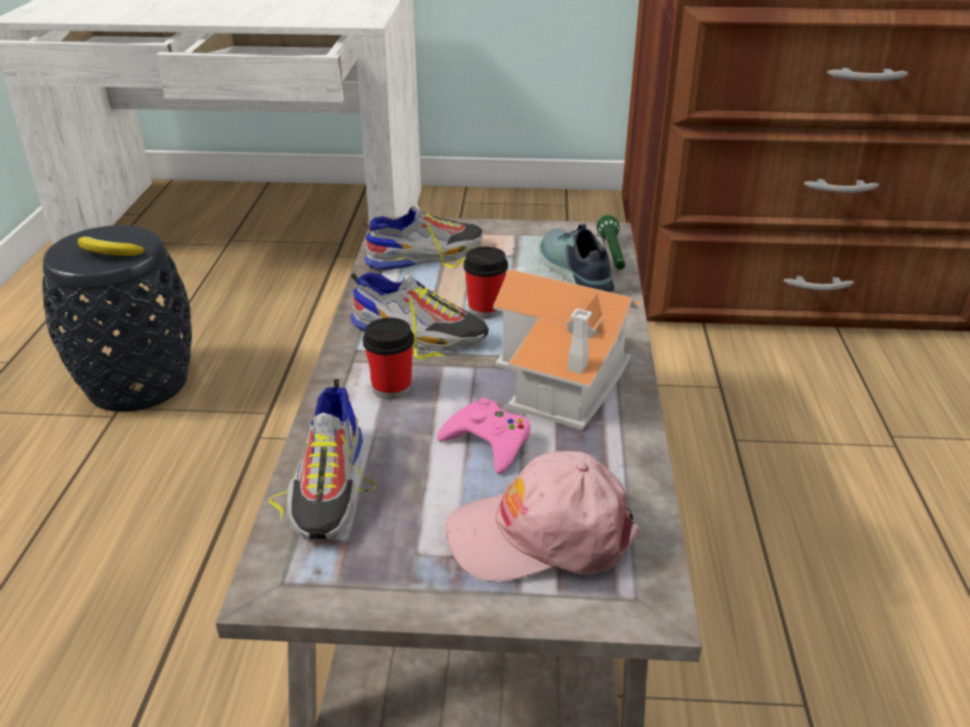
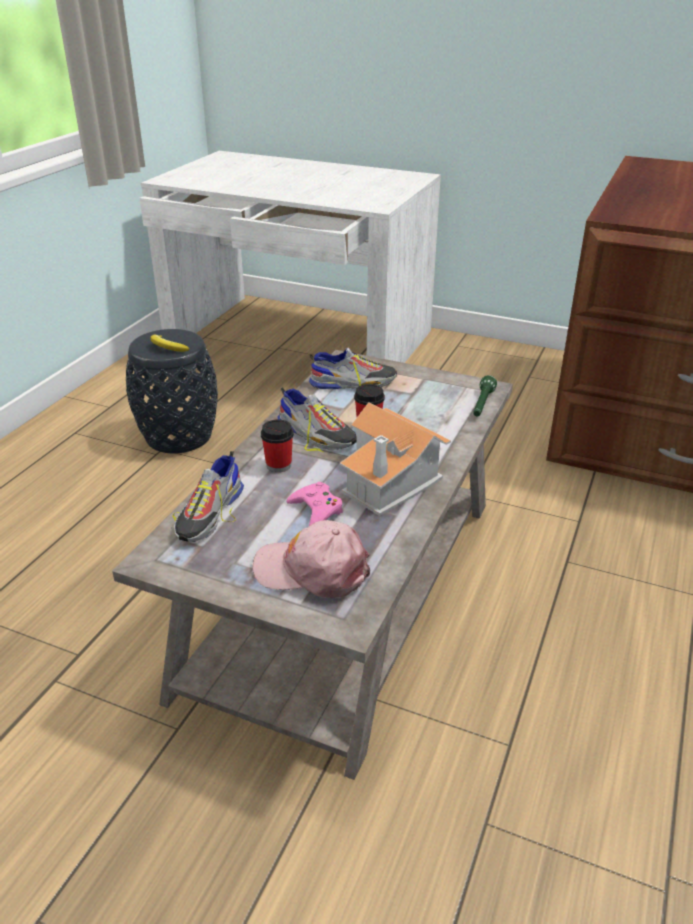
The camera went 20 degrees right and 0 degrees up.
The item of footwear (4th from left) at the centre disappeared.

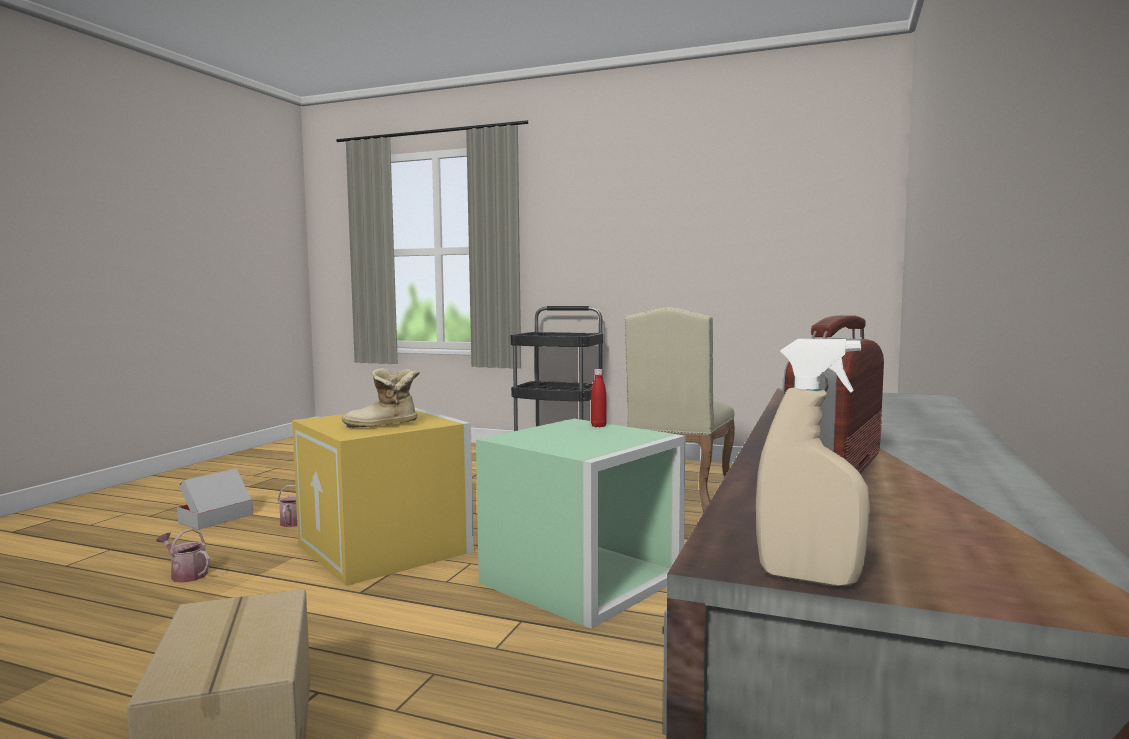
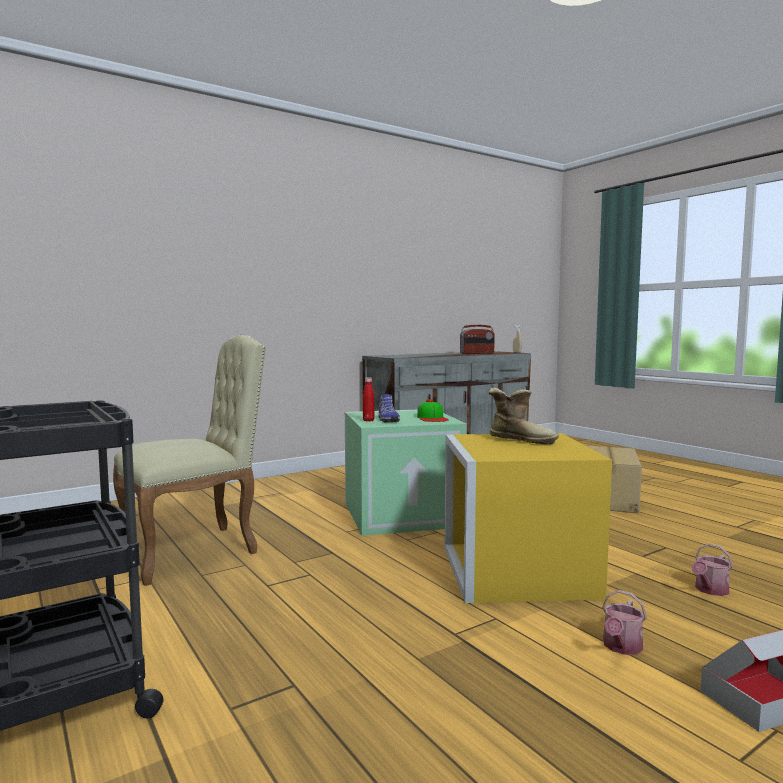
The camera went 145 degrees left and 0 degrees up.
The watering can (1st from left in the first image) at the bottom left turned 75 degrees clockwise.
The item of footwear at the centre appeared.
The cap at the centre appeared.

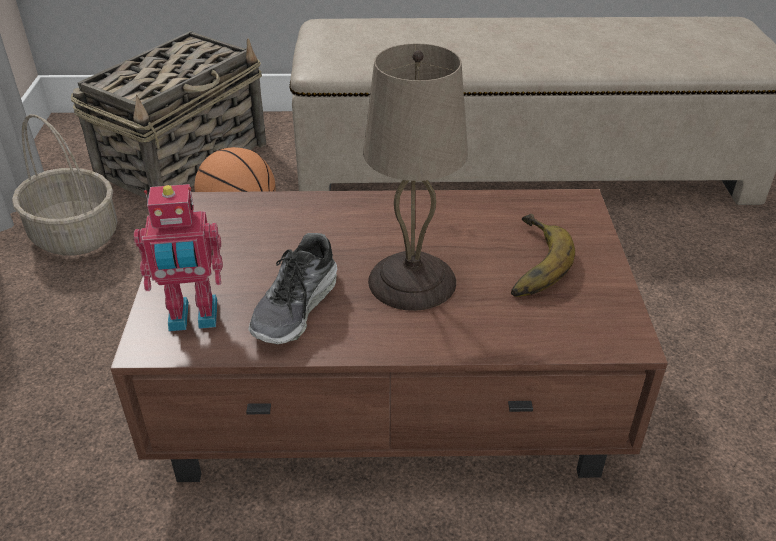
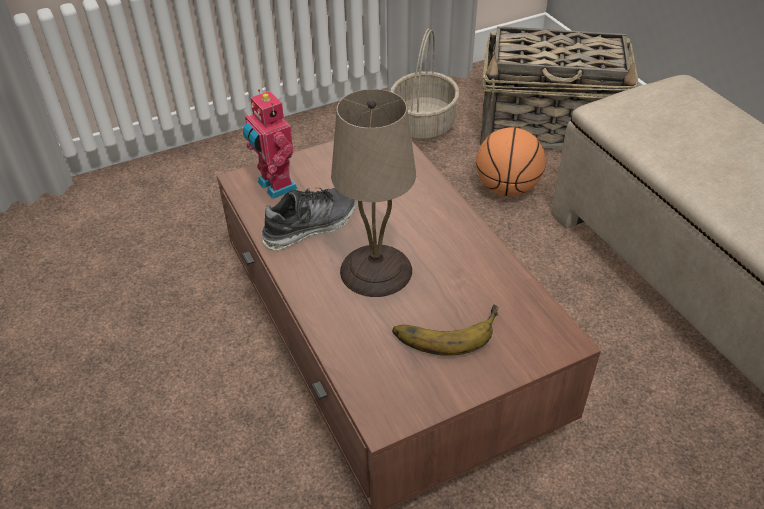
The camera went 65 degrees right and 5 degrees up.
The item of footwear at the centre turned 150 degrees clockwise.

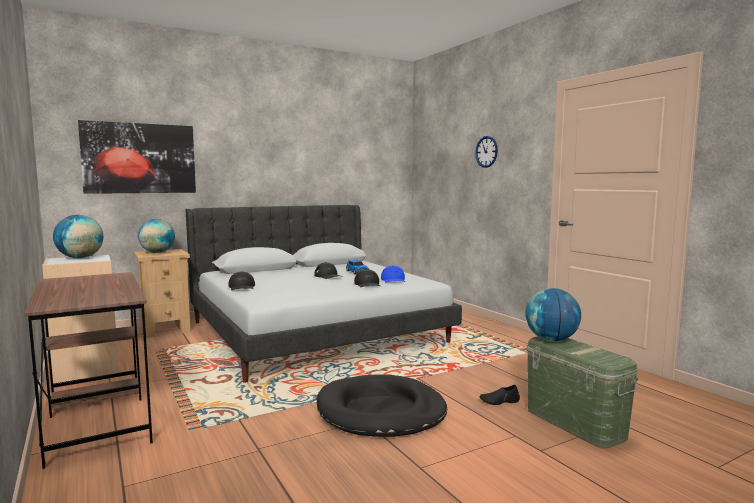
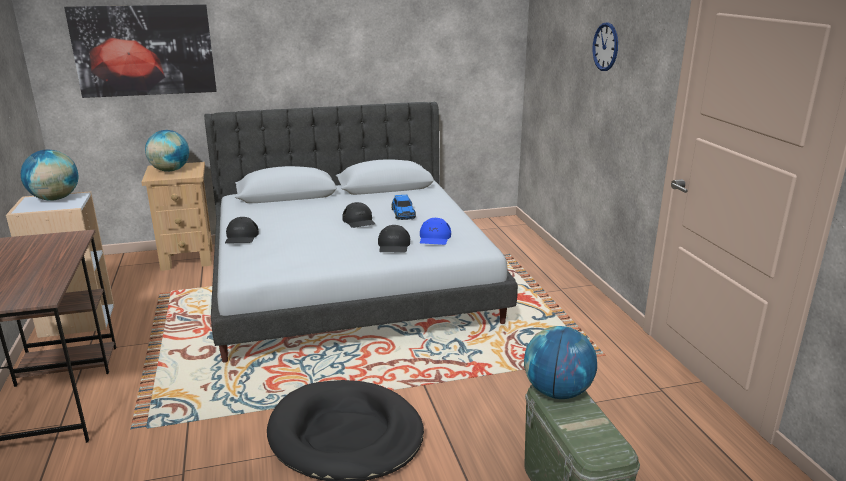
The camera went 15 degrees right and 15 degrees up.
The black-coloured item of footwear at the bottom centre disappeared.

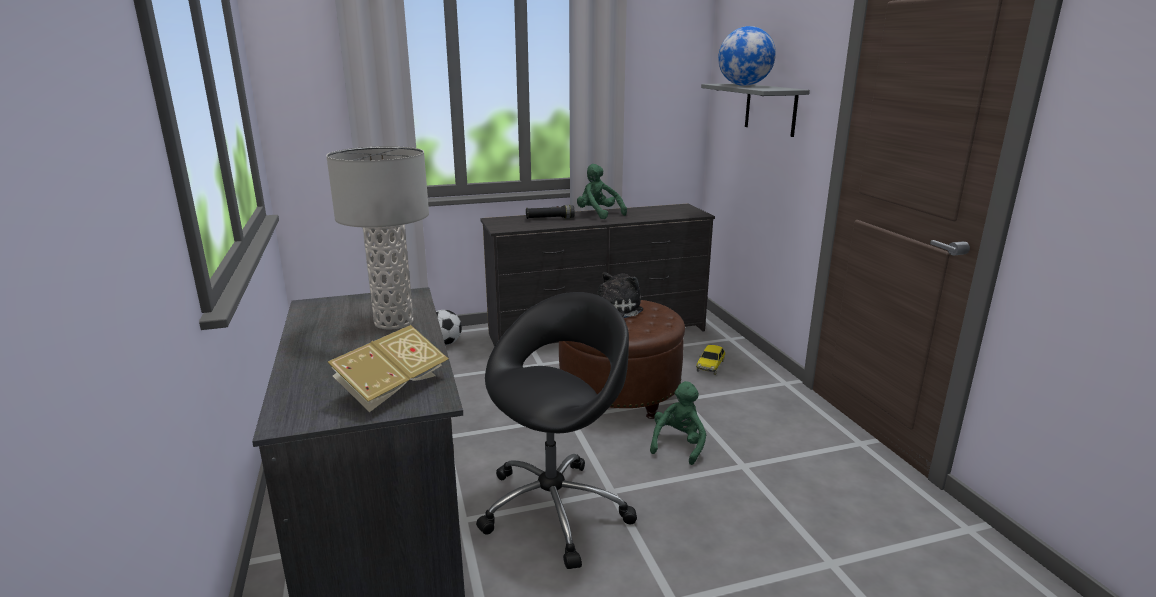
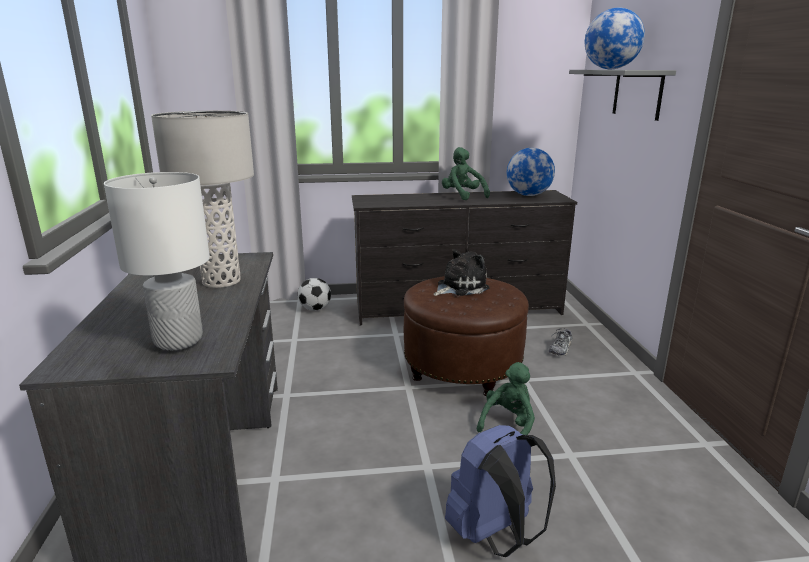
The camera went 10 degrees right and 0 degrees up.
The black-coloured torch at the centre disappeared.
The black-coloured desk chair at the bottom centre disappeared.
The volume at the centre was replaced by the white-coloured tabletop lamp (1st from left) at the middle left.
The toy car at the centre was replaced by the item of footwear at the middle right.
The globe (1st from left) at the top centre appeared.
The blue rucksack at the bottom centre appeared.

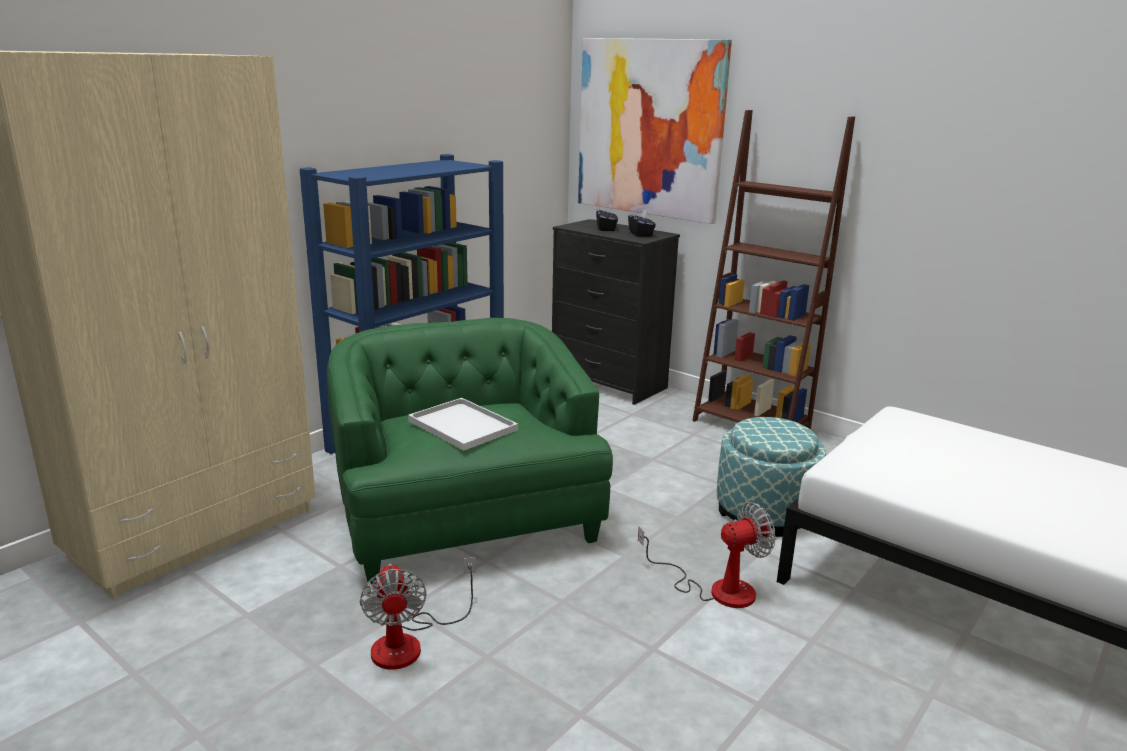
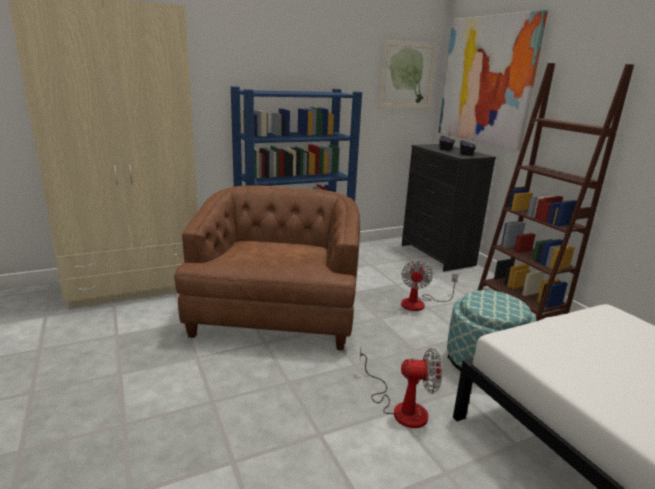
The camera went 25 degrees right and 0 degrees up.
The greenish armchair at the centre became the brown-coloured armchair at the centre.
The white-coloured tray at the centre disappeared.
The fan (1st from left in the first image) moved from the bottom centre to the centre.
The wall picture (1st from left) at the top centre appeared.

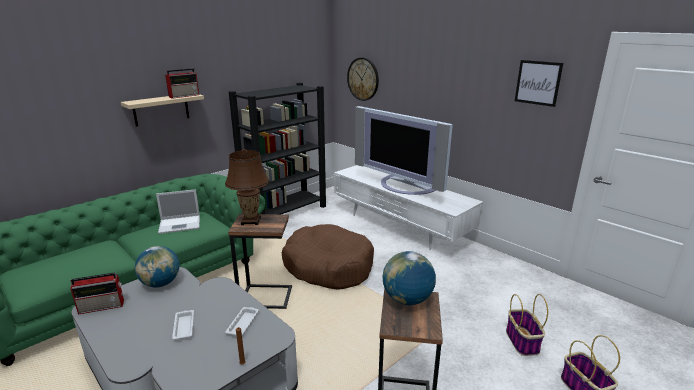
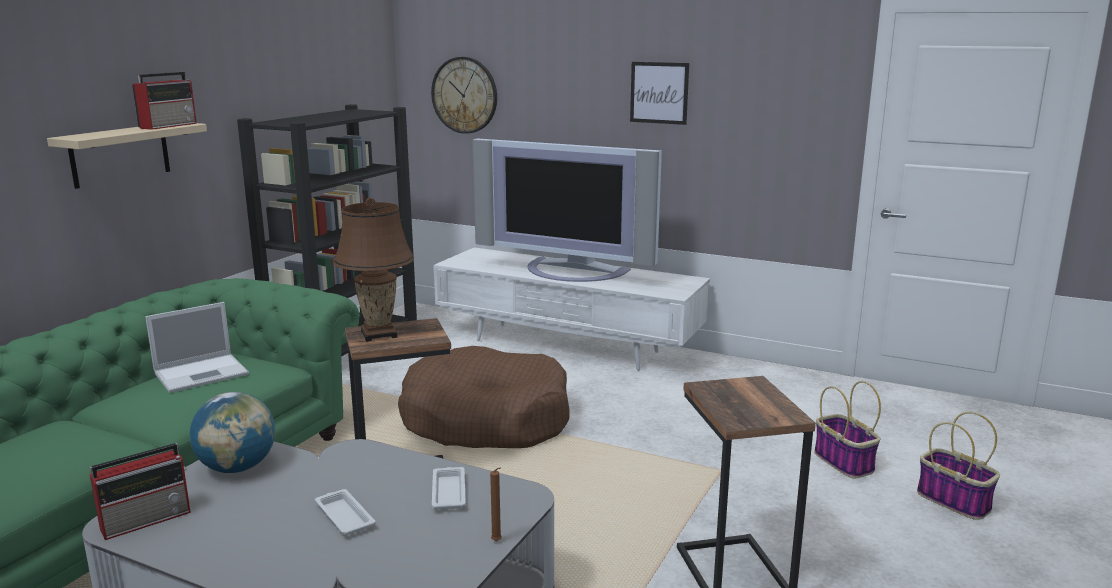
The camera went 20 degrees left and 5 degrees down.
The wall picture moved from the top right to the top centre.
The globe (2nd from left) at the bottom centre disappeared.

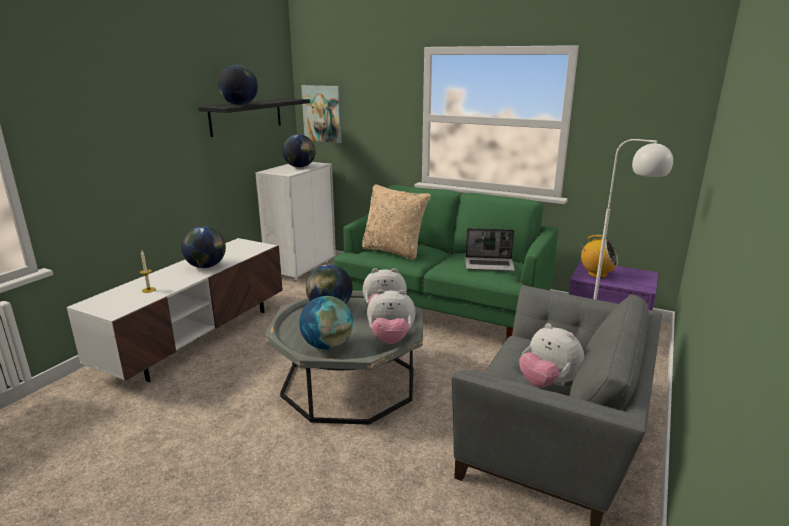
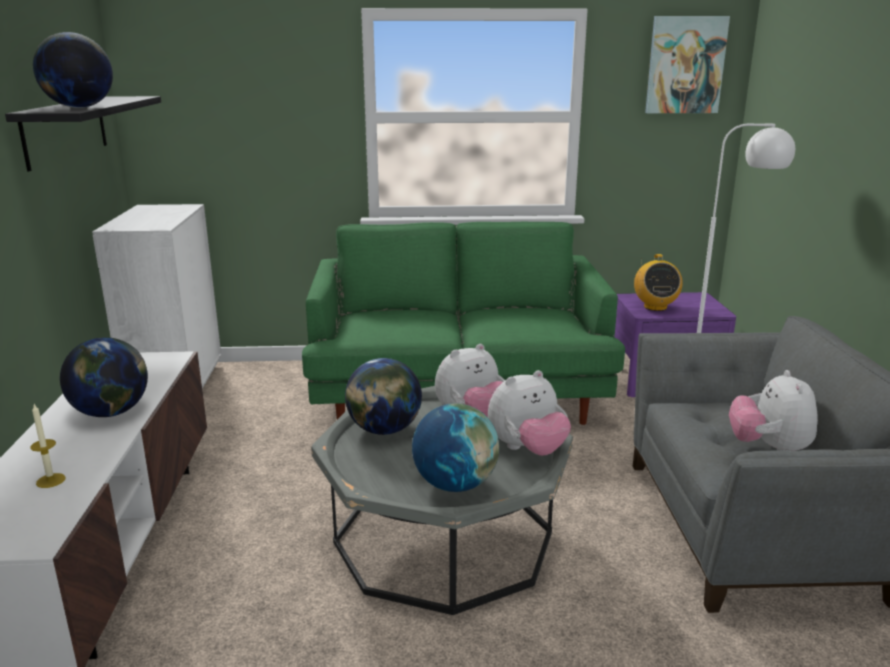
The camera went 30 degrees left and 0 degrees up.
The wall picture moved from the top centre to the top right.
The globe (3rd from left) at the top centre disappeared.
The beige throw pillow at the centre disappeared.
The portable computer at the centre disappeared.
The radio at the middle right turned 90 degrees clockwise.
The soft toy (3rd from left) at the bottom right turned 75 degrees clockwise.

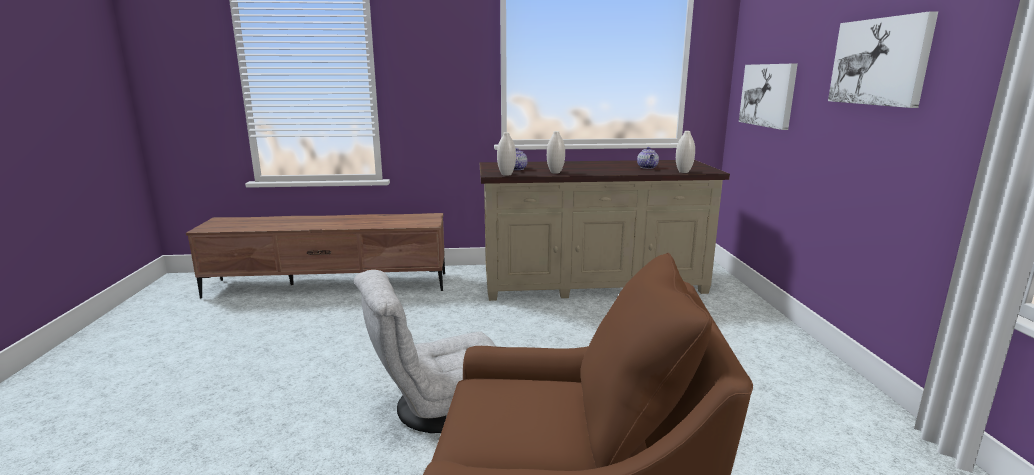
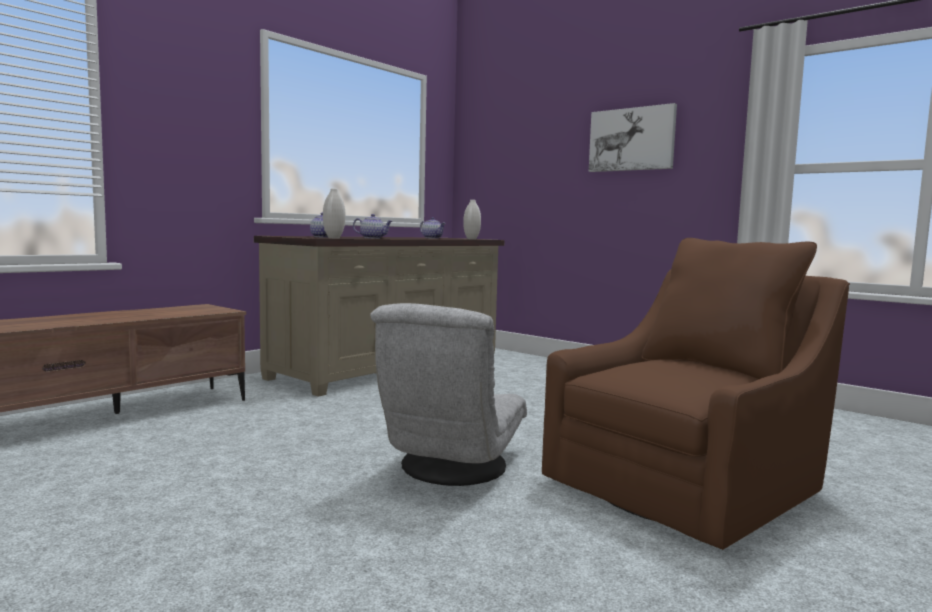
The camera went 45 degrees left and 10 degrees down.
The wall picture (1st from left) at the top right disappeared.
The white-coloured decorative vase (2nd from left) at the top centre was replaced by the pot for tea (2nd from left) at the centre.

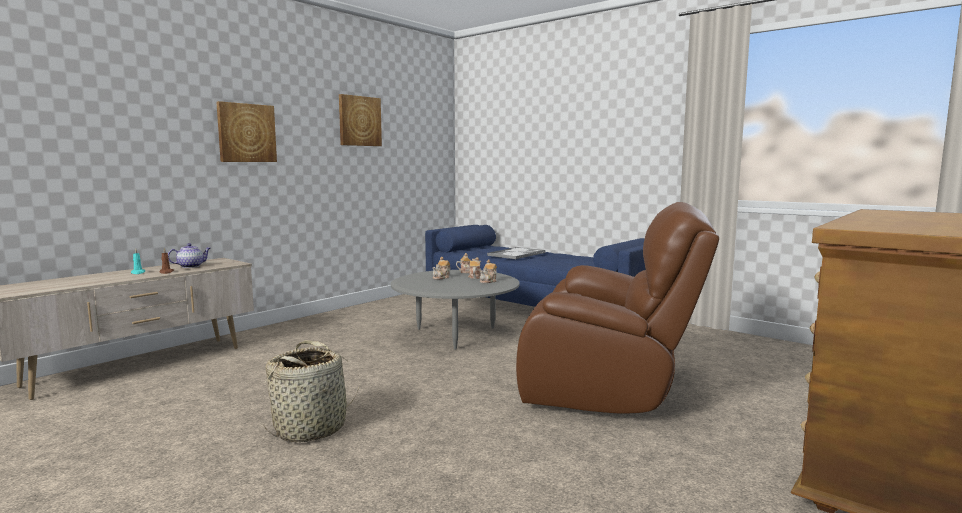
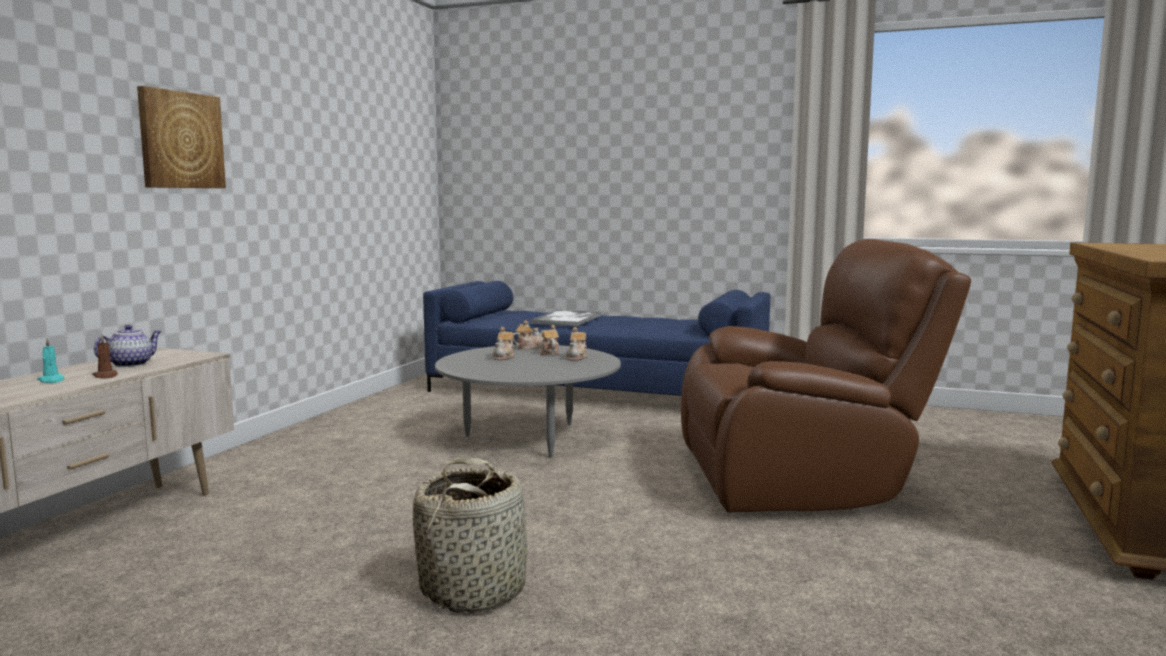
The camera went 20 degrees left and 0 degrees up.
The wall picture (2nd from left) at the top centre disappeared.

